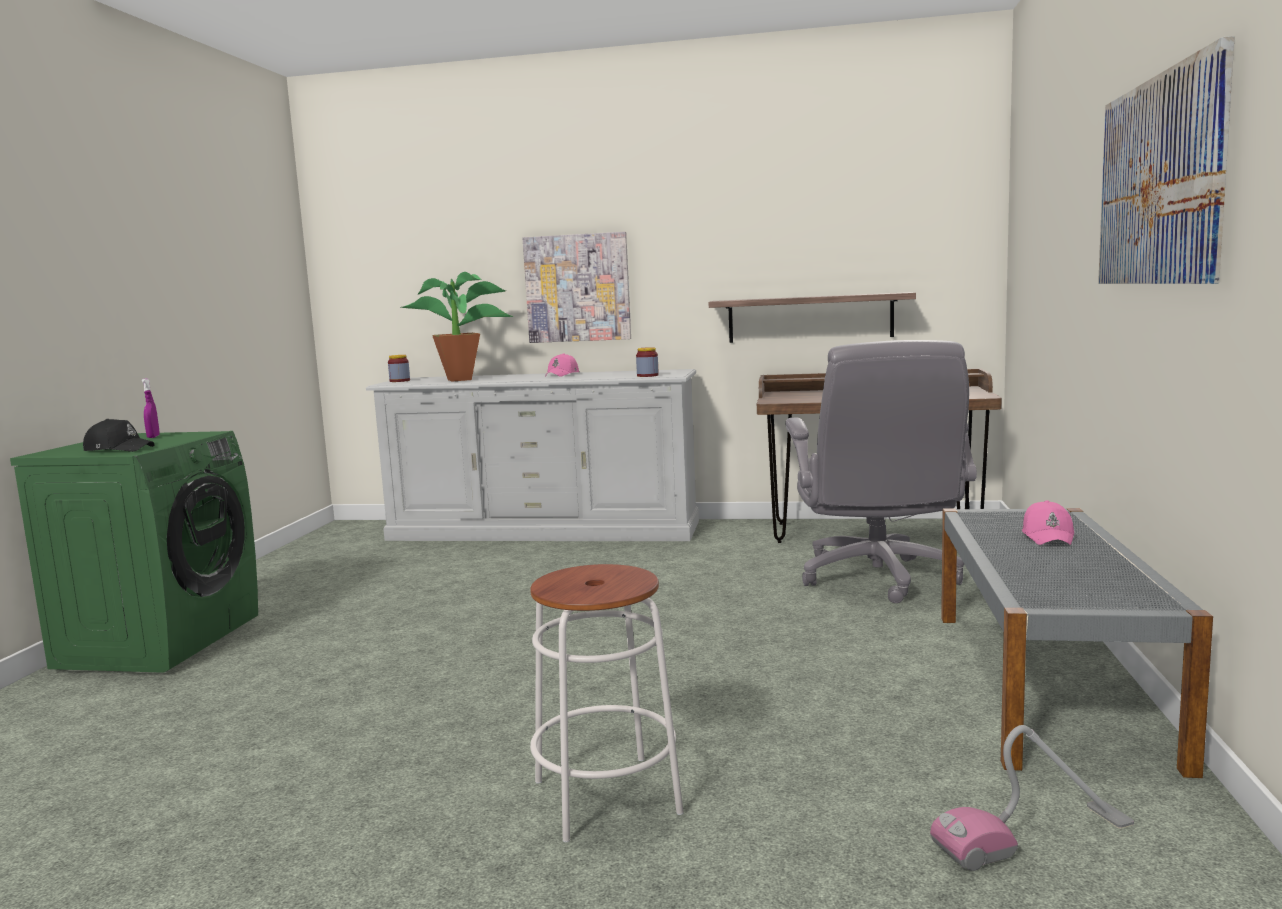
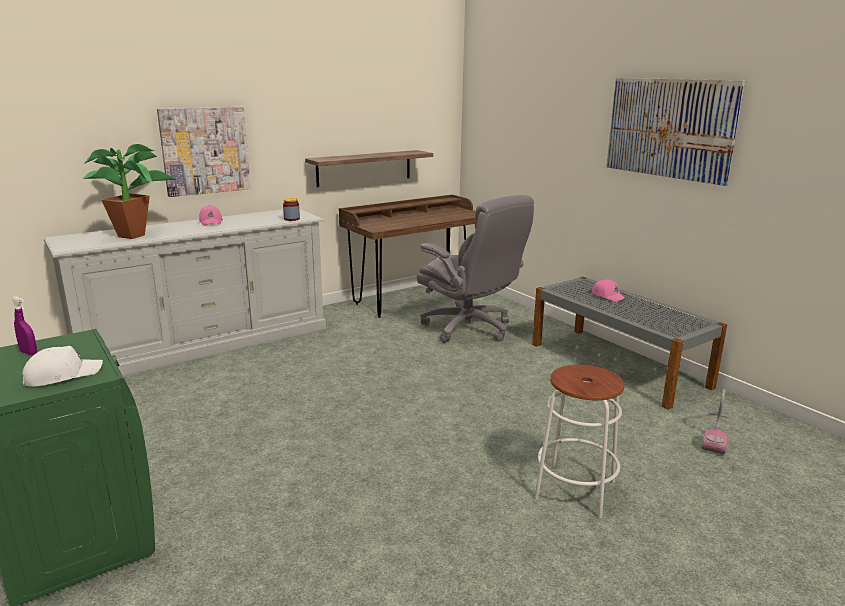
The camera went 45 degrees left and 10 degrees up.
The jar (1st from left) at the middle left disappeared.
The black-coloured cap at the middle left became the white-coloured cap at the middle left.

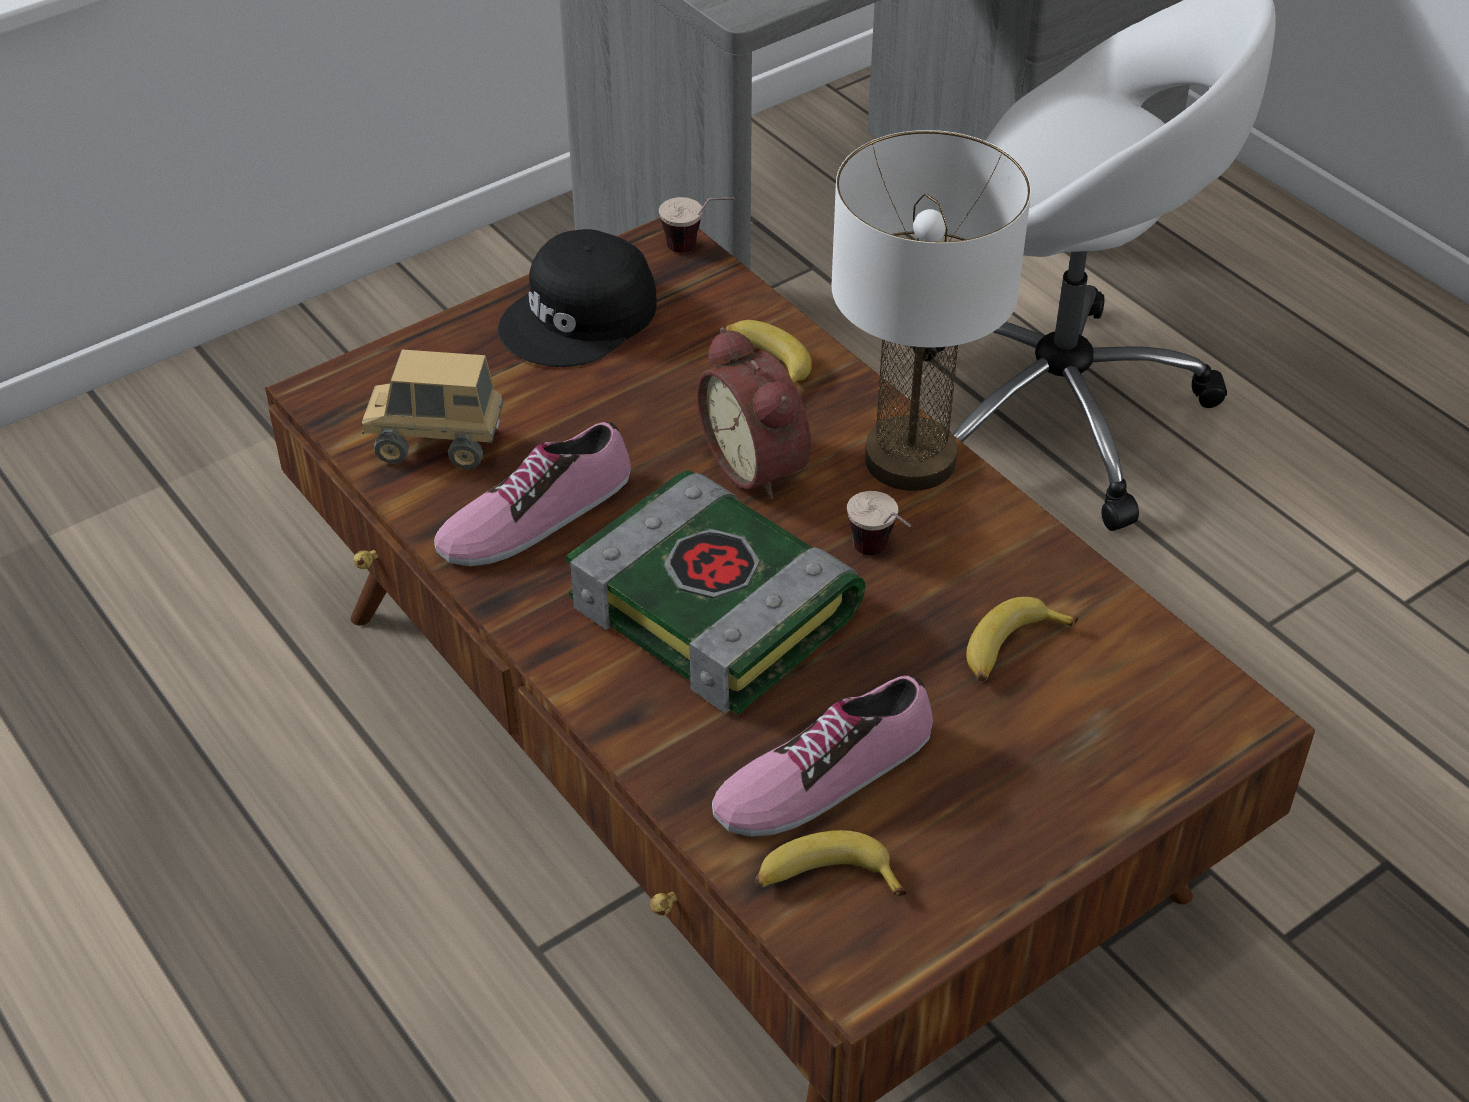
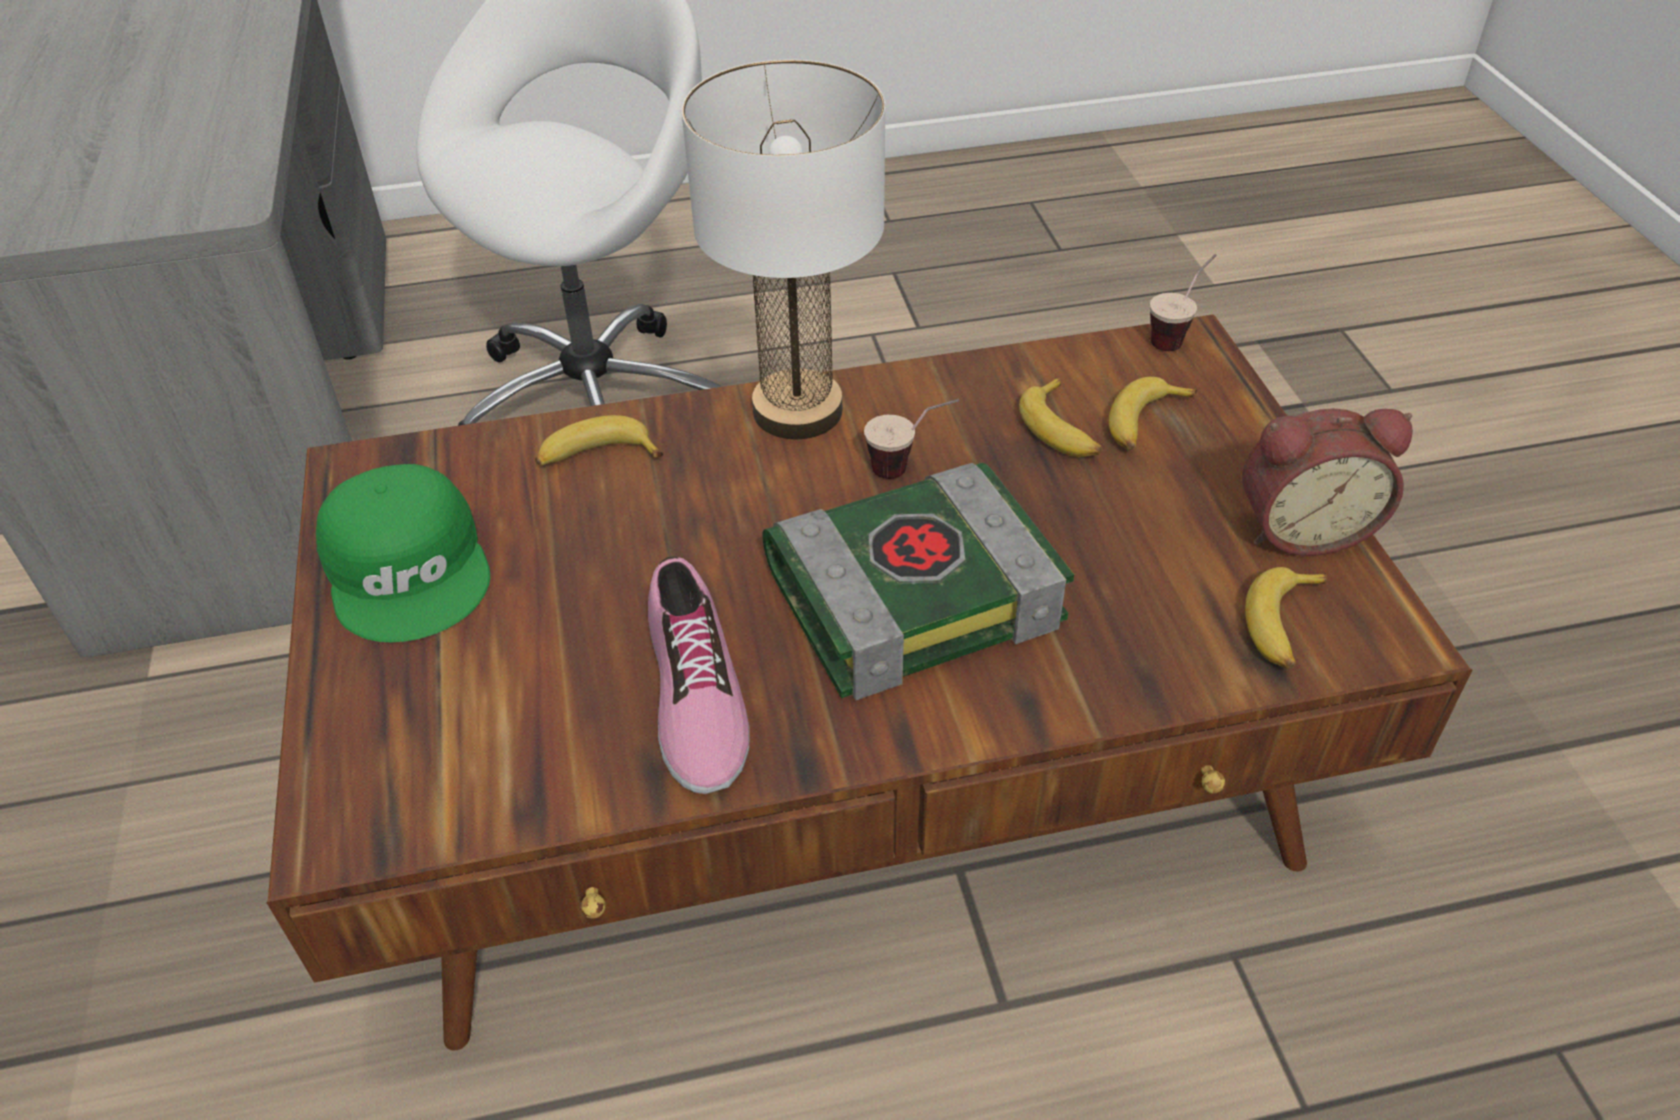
The camera went 65 degrees left and 0 degrees up.
The small cup (1st from left in the first image) moved from the top centre to the top right.
The black-coloured cap at the top centre became the greenish cap at the middle left.
The alarm clock moved from the centre to the middle right.
The toy lorry at the middle left disappeared.
The item of footwear (2nd from left) at the bottom centre disappeared.
The banana fruit (3rd from left) at the middle right appeared.

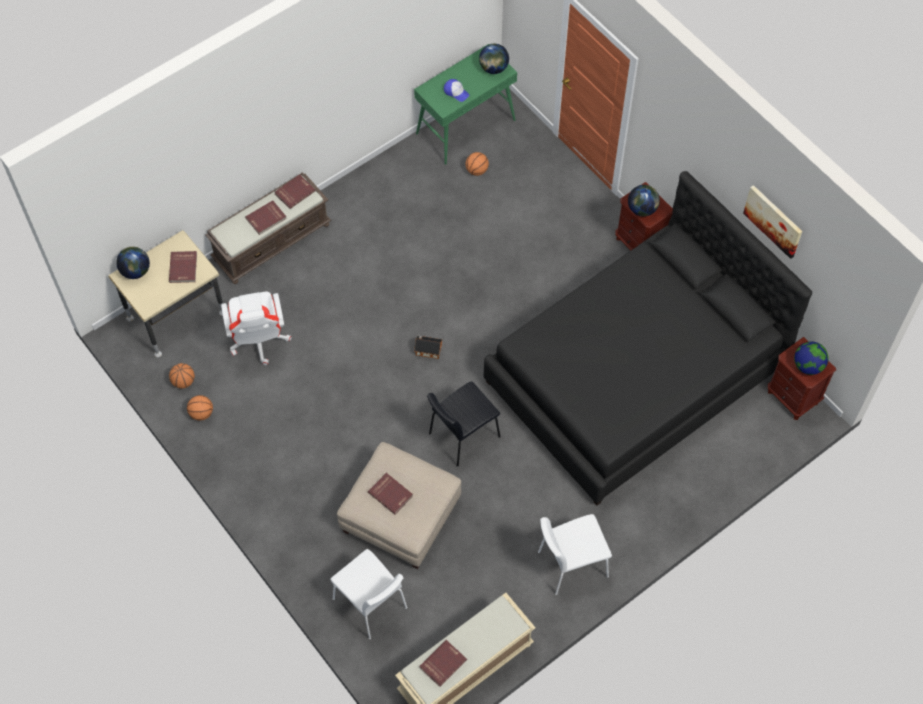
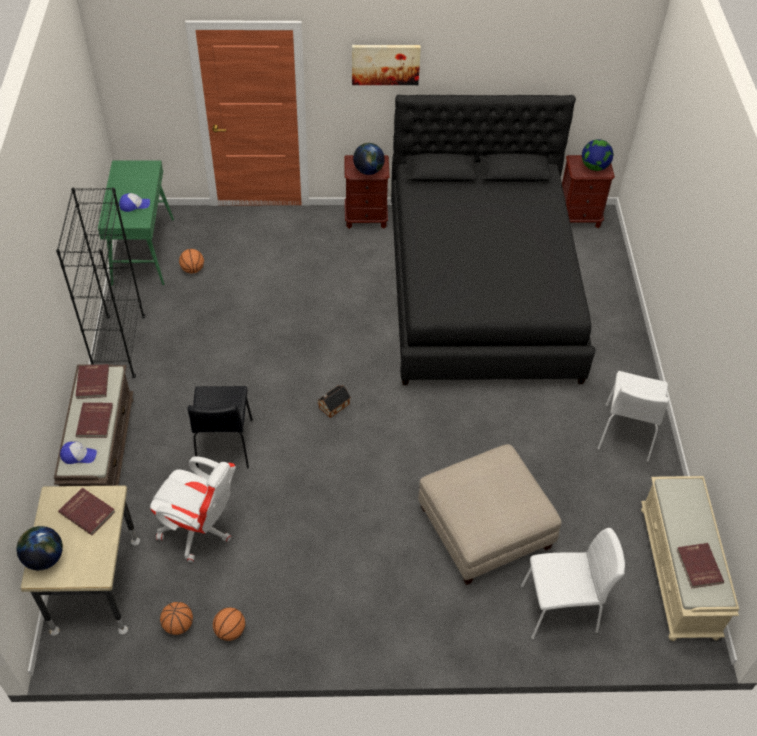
The camera went 55 degrees left and 10 degrees down.
The globe (2nd from left) at the top centre disappeared.
The wall picture moved from the top right to the top centre.
The black-coloured plain chair moved from the centre to the middle left.
The red-coloured volume (4th from left) at the bottom centre disappeared.
The black-coloured bookshelf at the middle left appeared.
The cap (1st from left) at the middle left appeared.

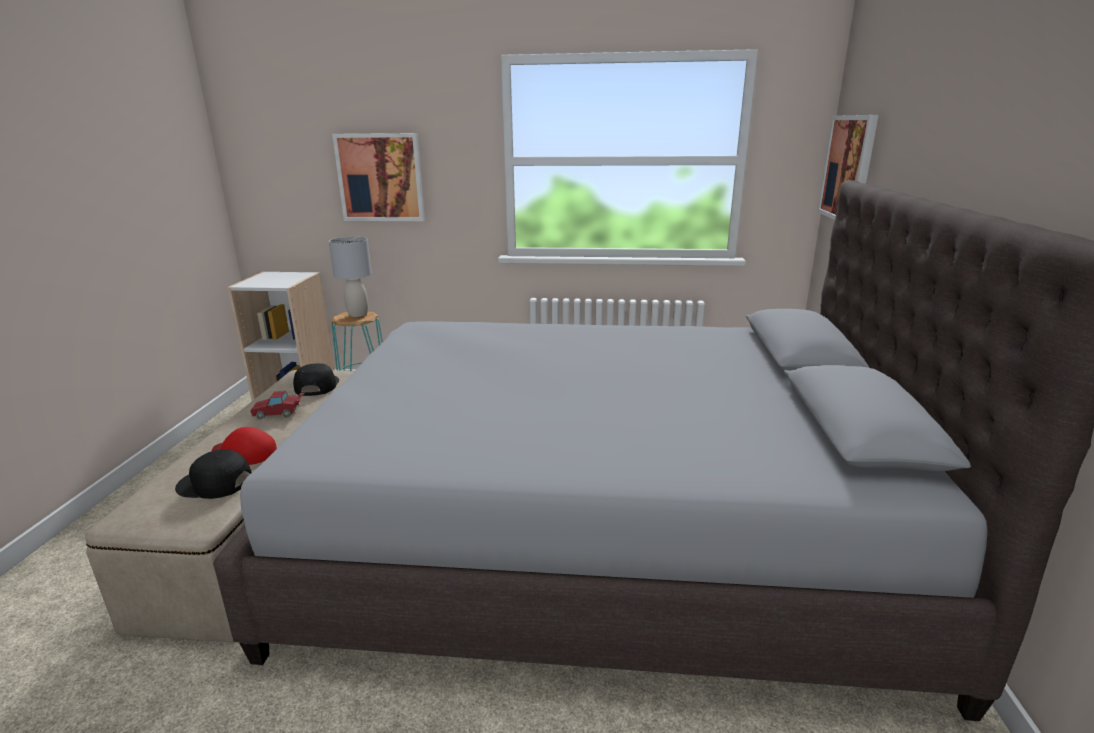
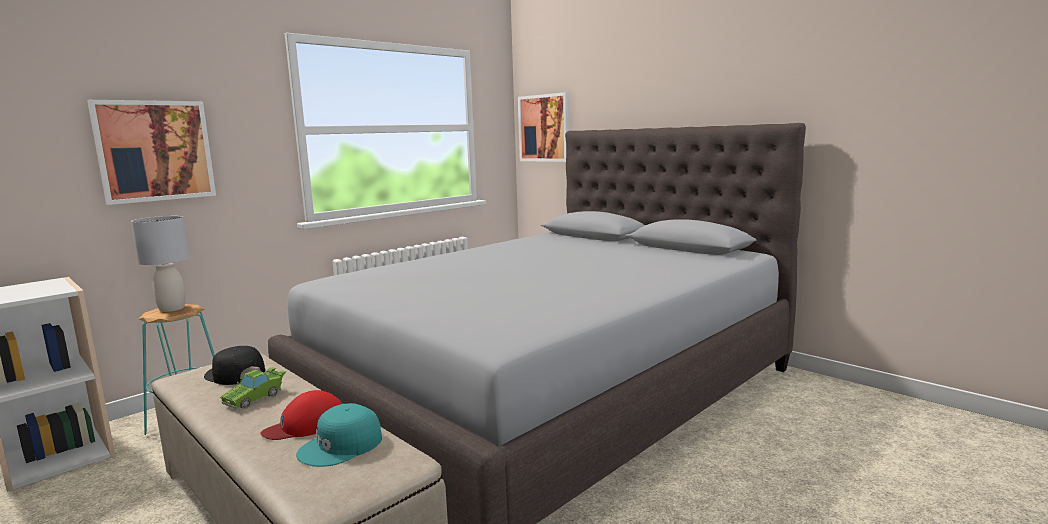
The camera went 50 degrees left and 10 degrees down.
The red-coloured toy car at the middle left became the greenish toy car at the bottom left.
The black-coloured cap (1st from left) at the middle left became the turquoise cap at the bottom left.

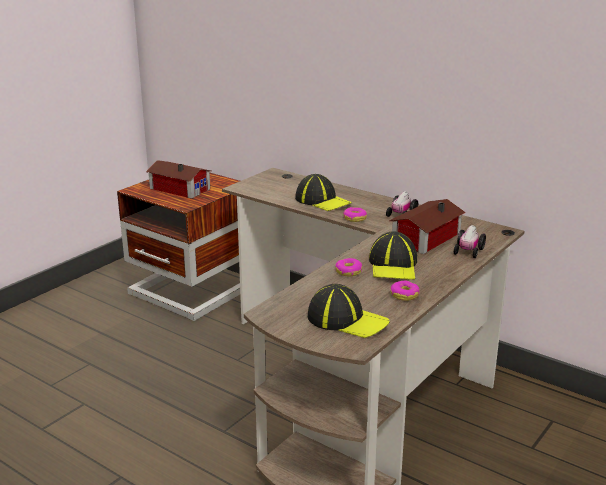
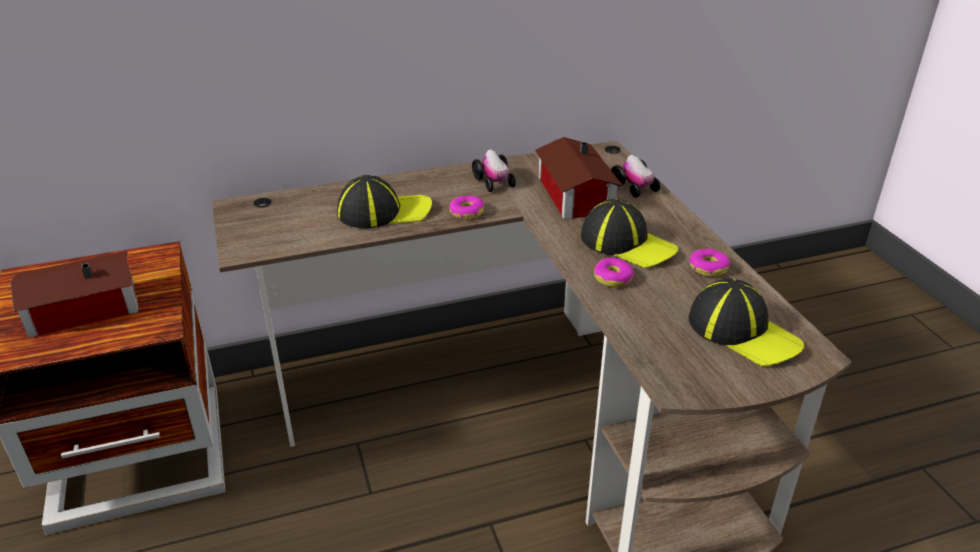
The camera went 55 degrees left and 10 degrees up.
The cap (2nd from left in the first image) at the centre turned 75 degrees clockwise.

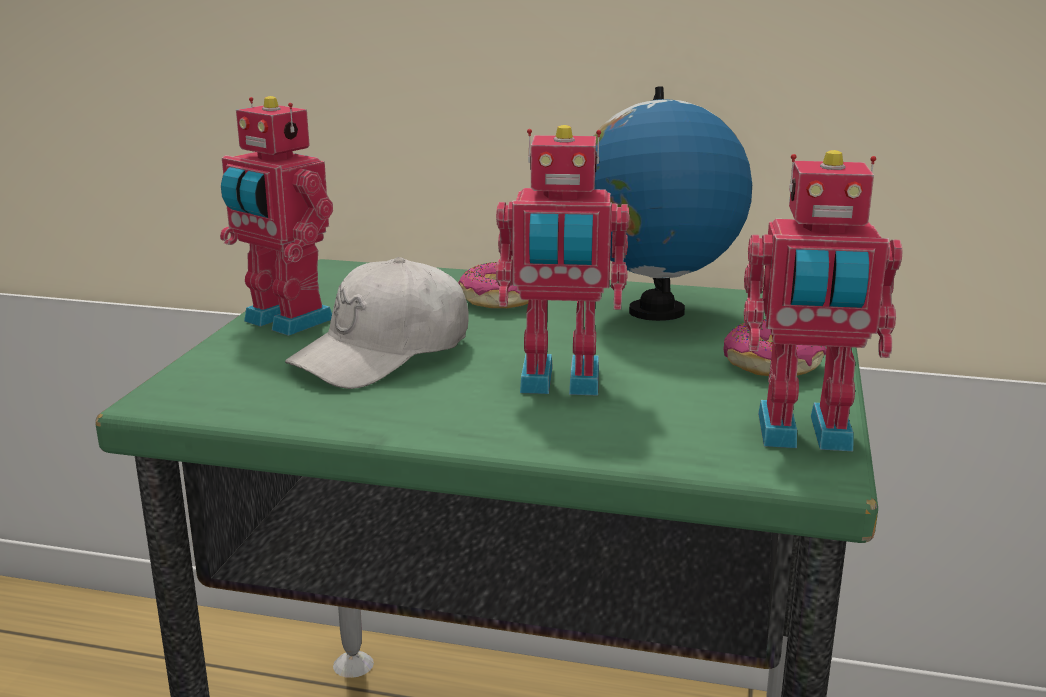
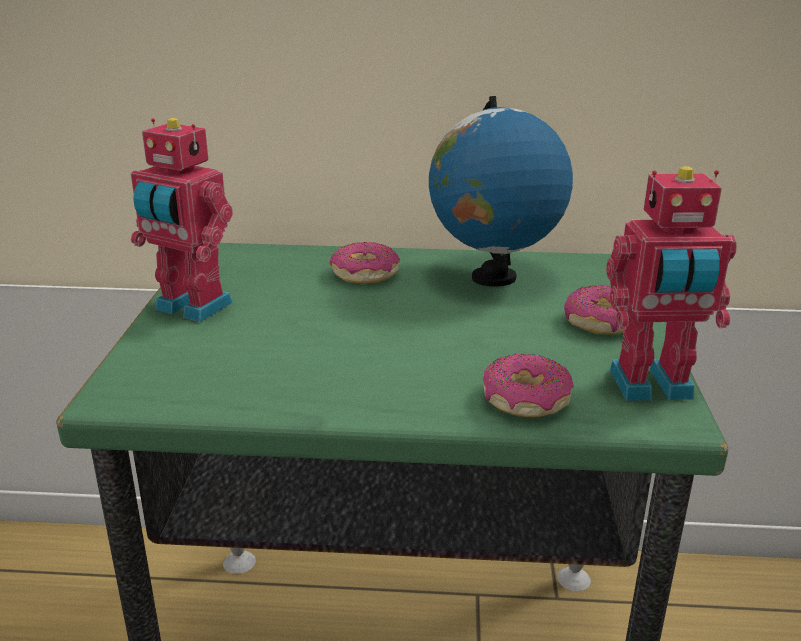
The camera went 10 degrees left and 5 degrees up.
The model robot (2nd from left) at the centre disappeared.
The white-coloured cap at the centre disappeared.
The ring doughnut (2nd from left) at the centre appeared.

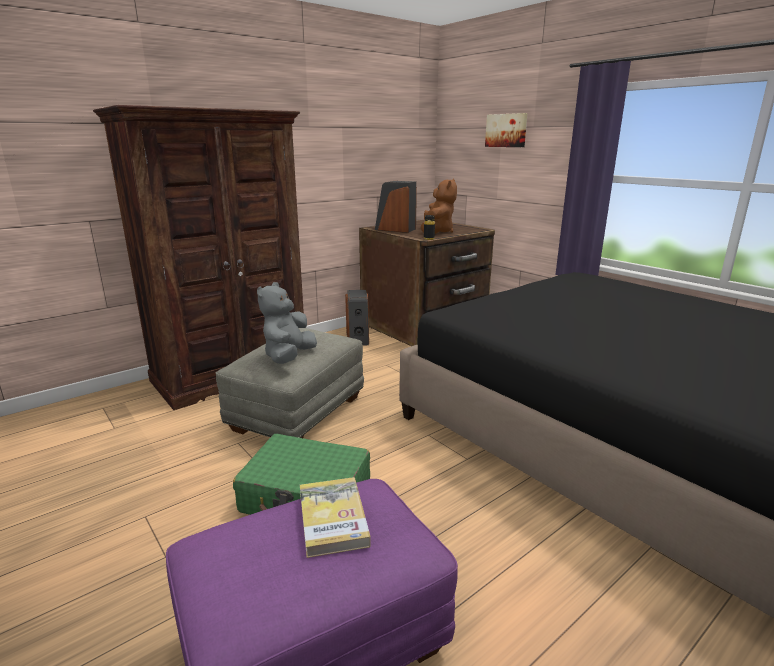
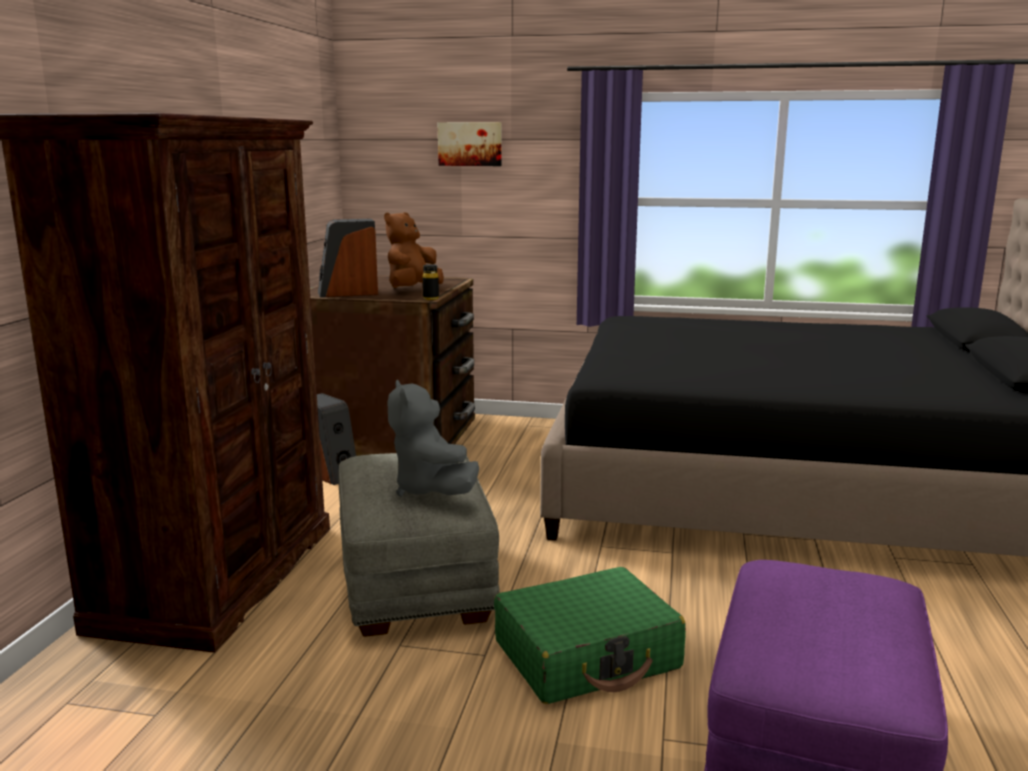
The camera went 40 degrees left and 5 degrees down.
The brown-coloured soft toy at the top centre turned 120 degrees counterclockwise.
The volume at the bottom centre disappeared.

